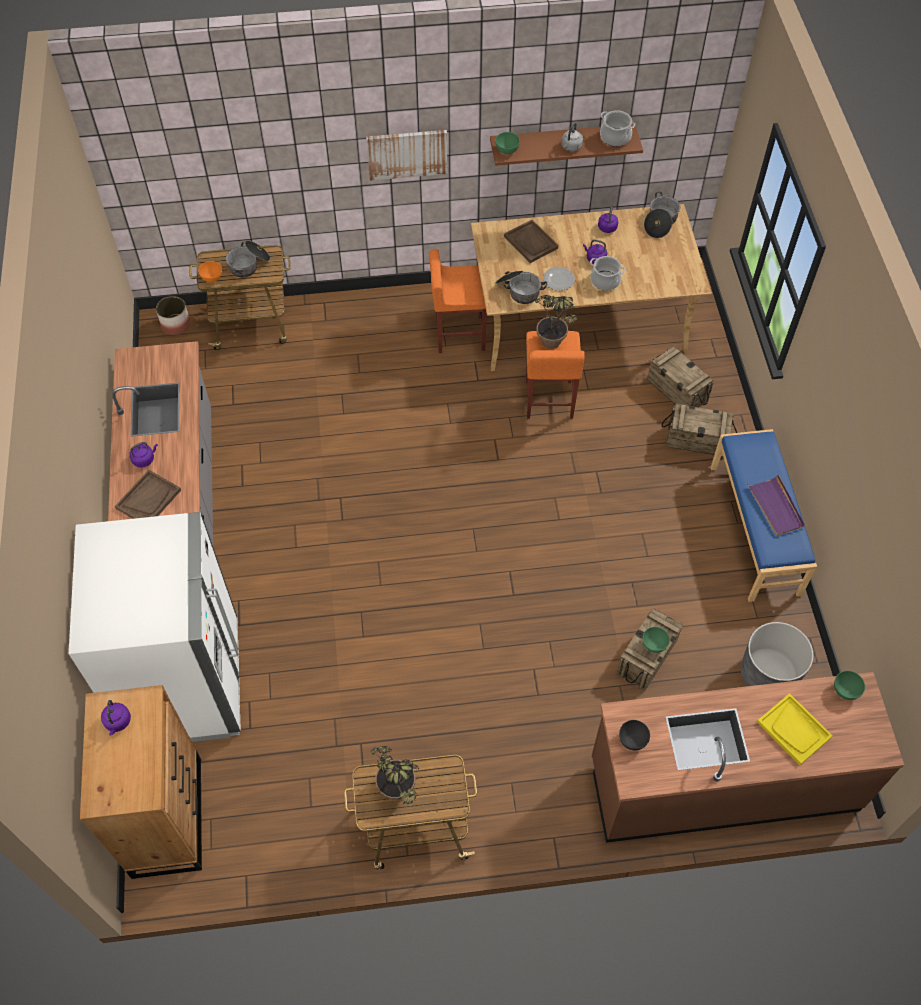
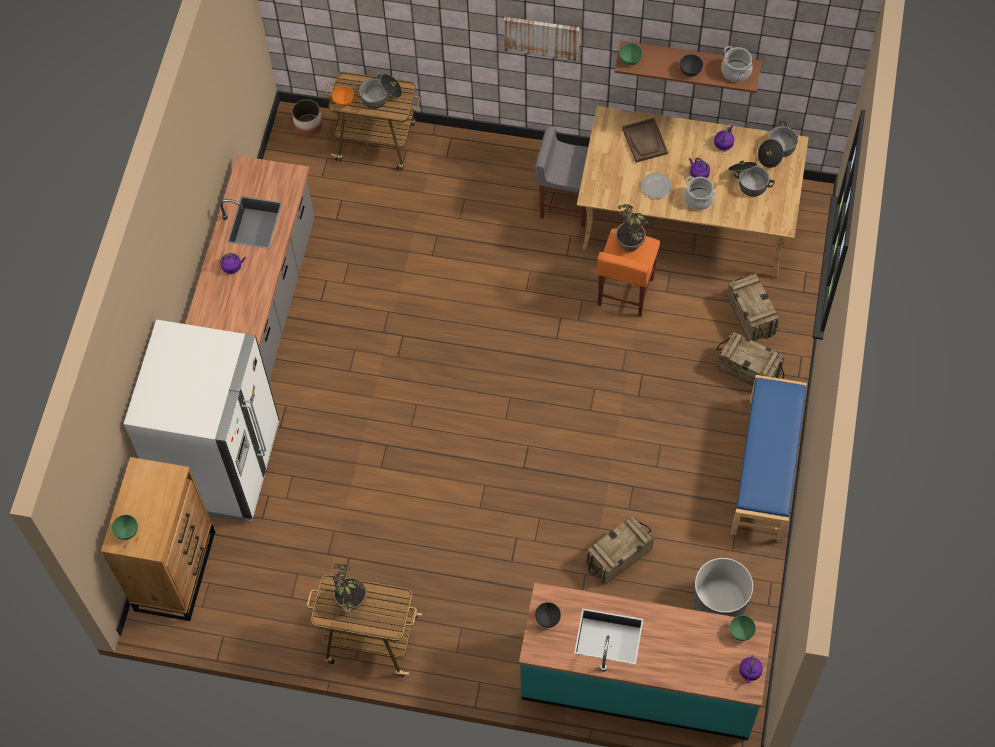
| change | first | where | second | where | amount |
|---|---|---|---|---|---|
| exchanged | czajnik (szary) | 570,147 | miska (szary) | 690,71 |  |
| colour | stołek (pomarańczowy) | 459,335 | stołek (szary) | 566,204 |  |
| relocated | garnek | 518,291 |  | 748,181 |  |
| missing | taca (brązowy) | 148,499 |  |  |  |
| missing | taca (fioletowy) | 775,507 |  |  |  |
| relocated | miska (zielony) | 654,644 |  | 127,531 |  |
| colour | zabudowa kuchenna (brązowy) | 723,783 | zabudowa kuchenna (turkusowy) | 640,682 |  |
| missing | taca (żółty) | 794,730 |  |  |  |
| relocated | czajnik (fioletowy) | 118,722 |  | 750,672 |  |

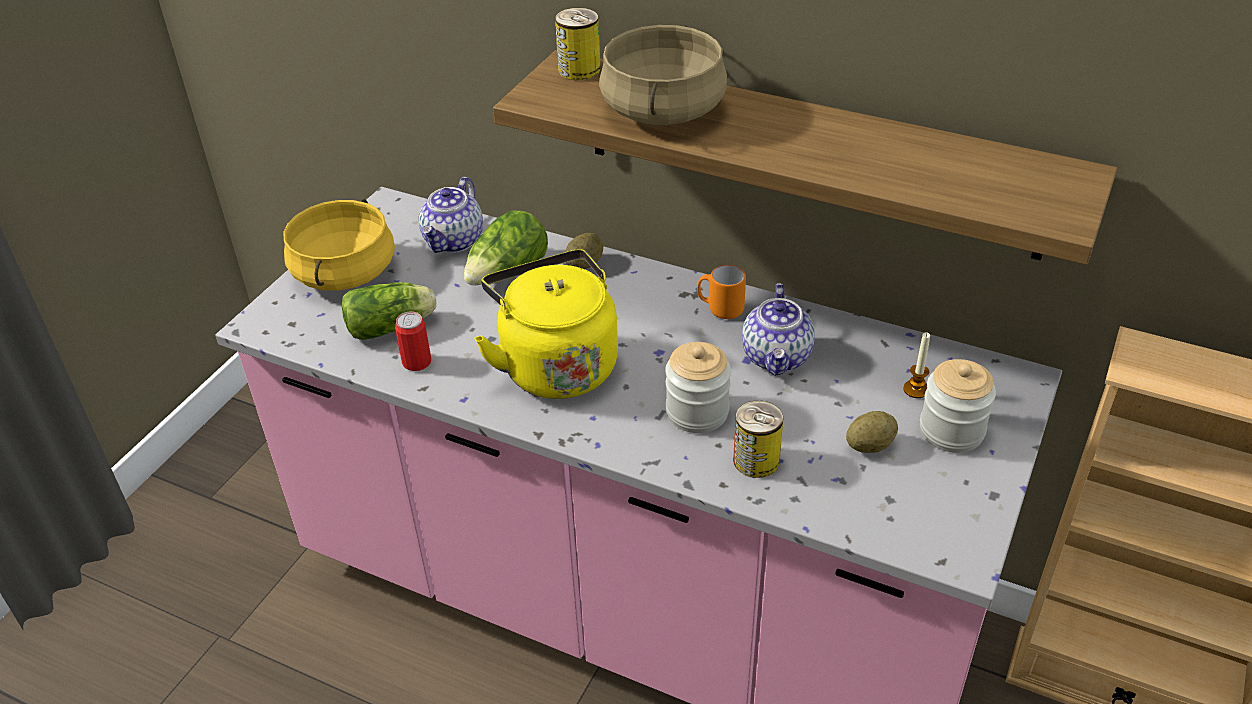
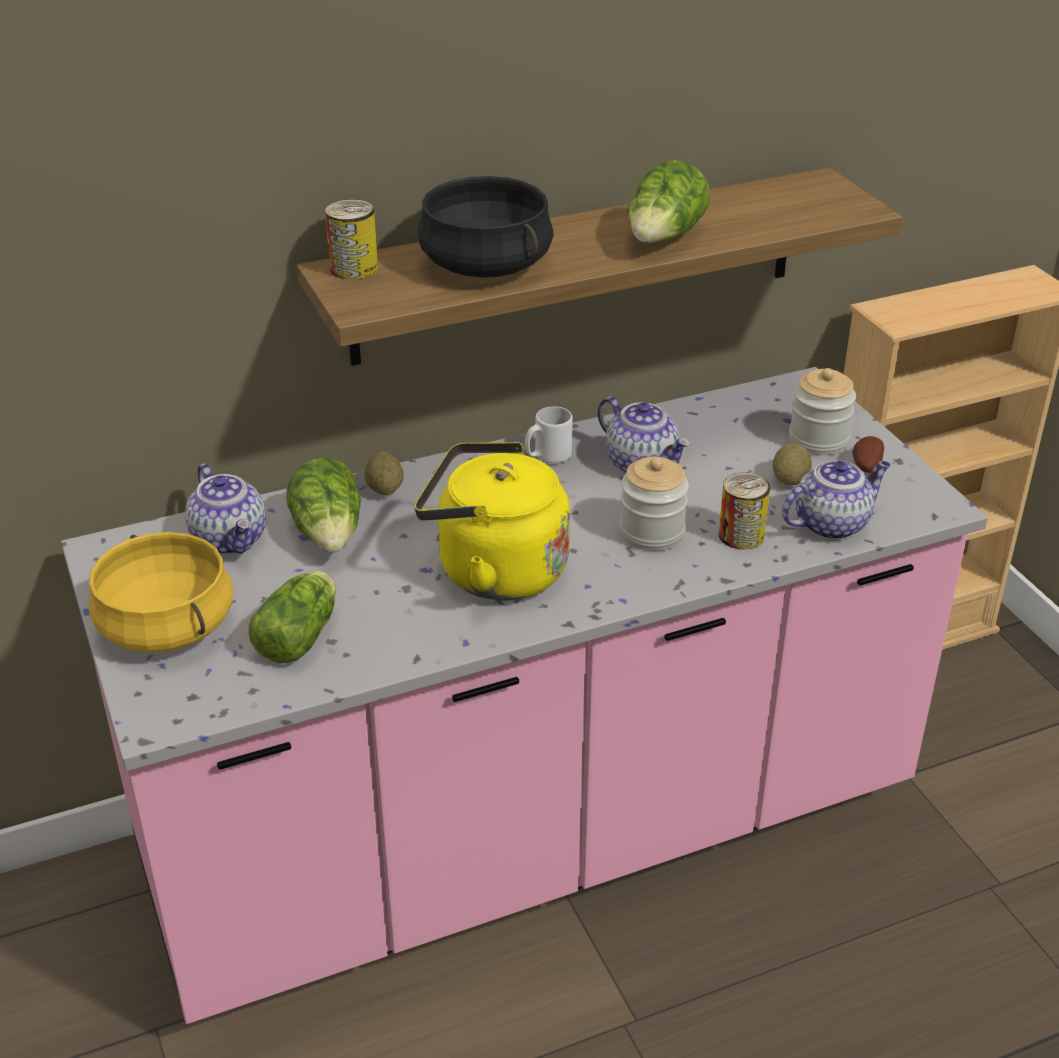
| change | first | where | second | where | amount |
|---|---|---|---|---|---|
| colour | garnek (beżowy) | 664,111 | garnek (czarny) | 487,265 |  |
| colour | kubek (pomarańczowy) | 720,309 | kubek (biały) | 547,457 |  |
| missing | puszka | 417,362 |  |  |  |
| missing | świeca | 916,389 |  |  |  |
| appeared |  |  | sałata | 664,238 |  |
| appeared |  |  | ziemniak | 865,466 |  |
| appeared |  |  | imbryk | 832,523 |  |

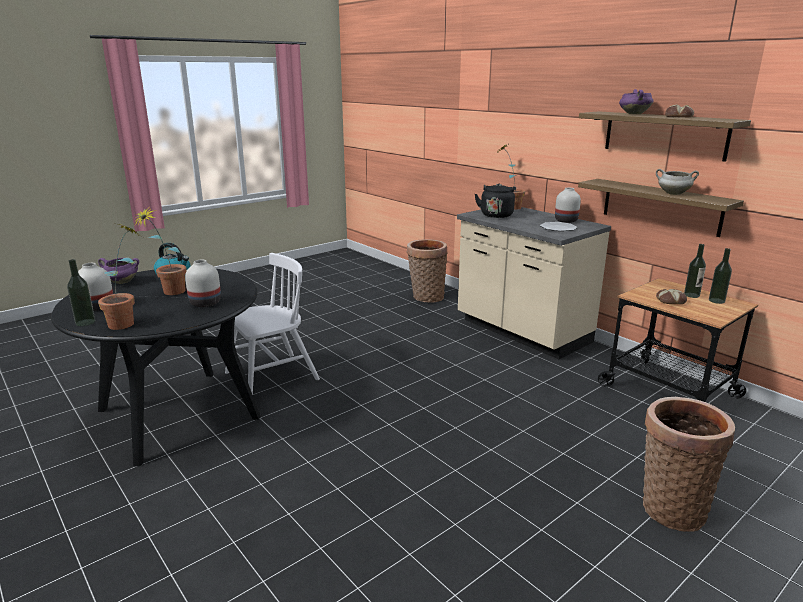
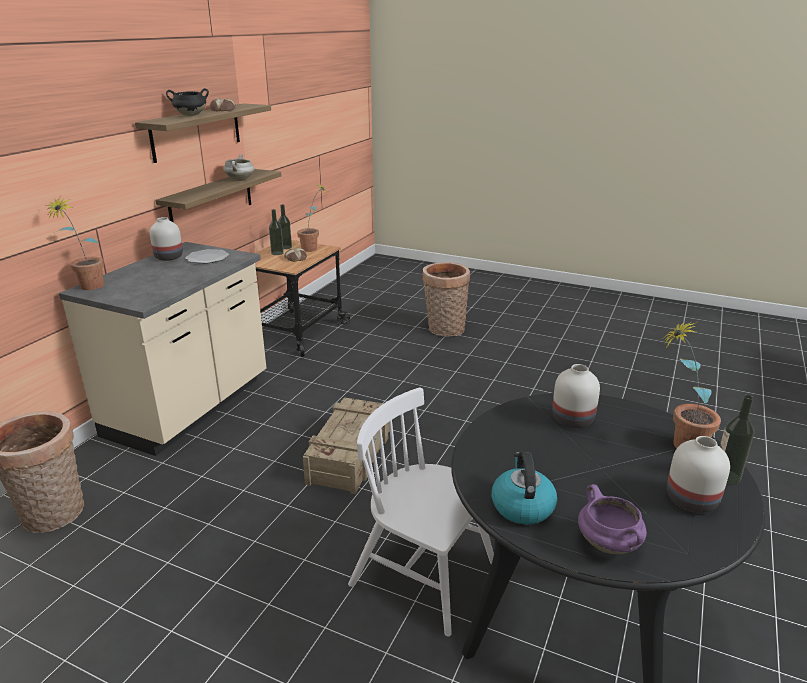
| change | first | where | second | where | amount |
|---|---|---|---|---|---|
| colour | garnek (fioletowy) | 633,114 | garnek (czarny) | 190,115 |  |
| missing | czajnik (czarny) | 496,215 |  |  |  |
| relocated | roślina doniczkowa | 169,293 |  | 314,249 |  |
| appeared |  |  | skrzynka | 351,455 |  |

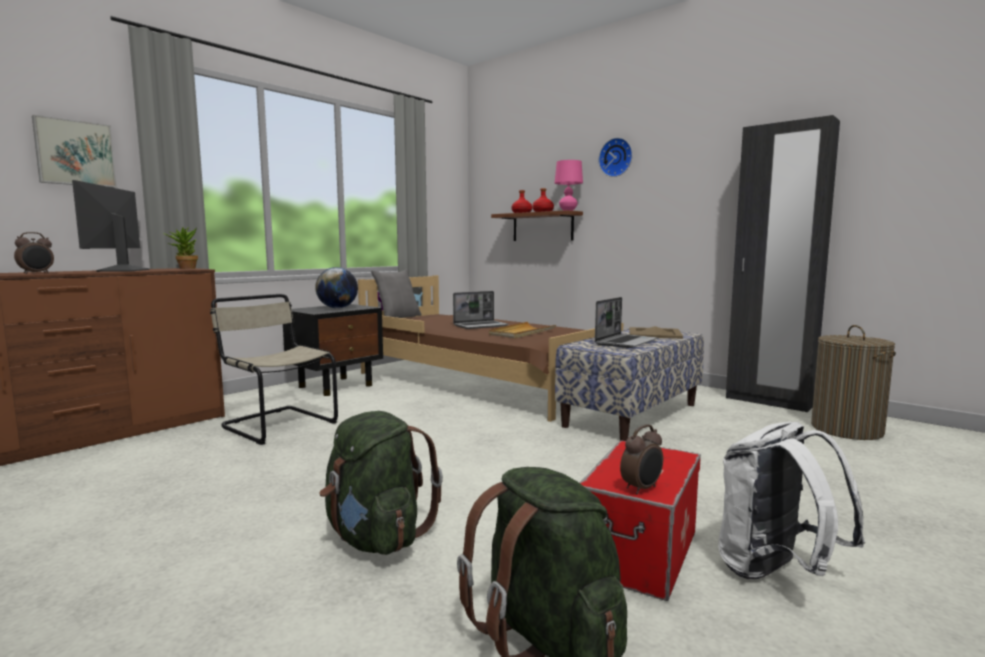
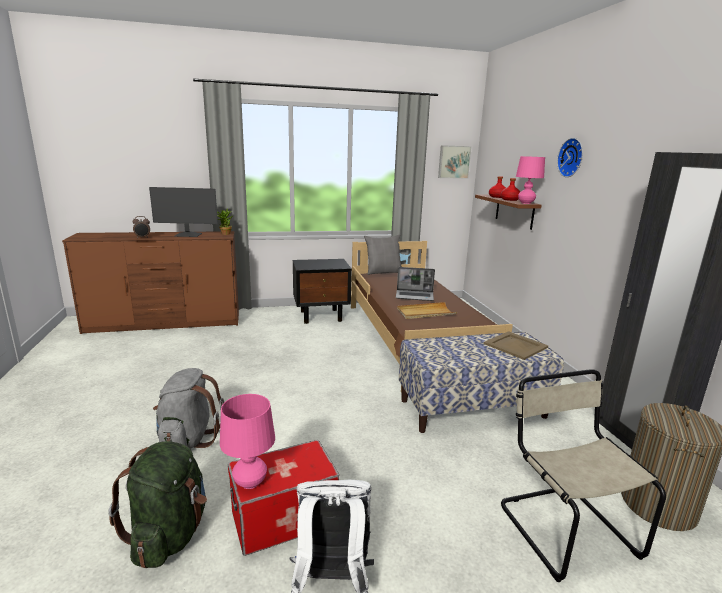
| change | first | where | second | where | amount |
|---|---|---|---|---|---|
| relocated | obraz | 75,153 |  | 453,162 |  |
| spun | monitor | 122,270 |  | 188,235 | 120 degrees counterclockwise |
| missing | globus | 337,308 |  |  |  |
| relocated | krzesło (beżowy) | 277,424 |  | 563,527 |  |
| missing | laptop | 625,342 |  |  |  |
| colour | plecak (zielony) | 376,537 | plecak (szary) | 188,439 |  |
| exchanged | budzik | 642,488 | lampa stołowa (różowy) | 250,482 |  |

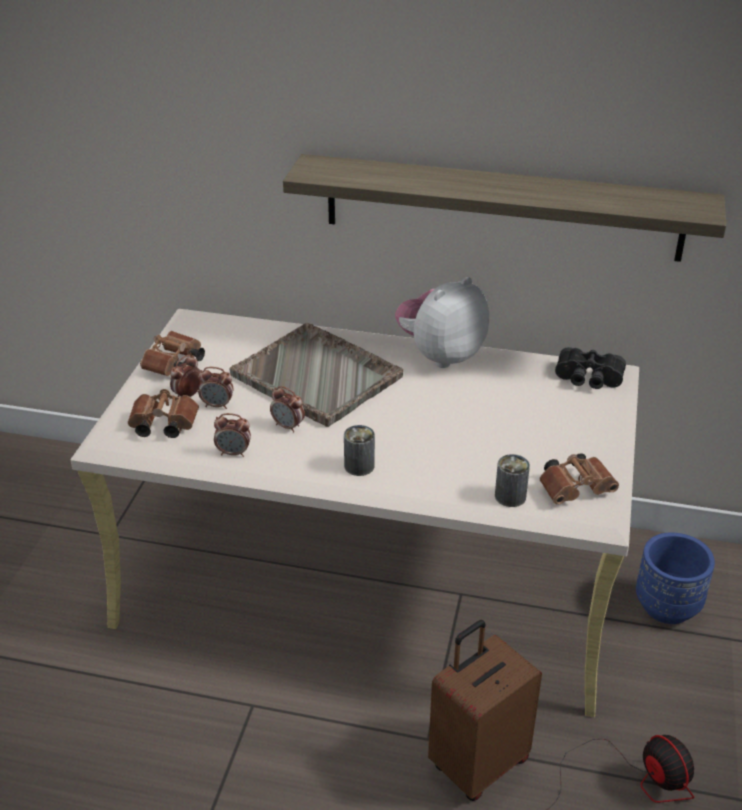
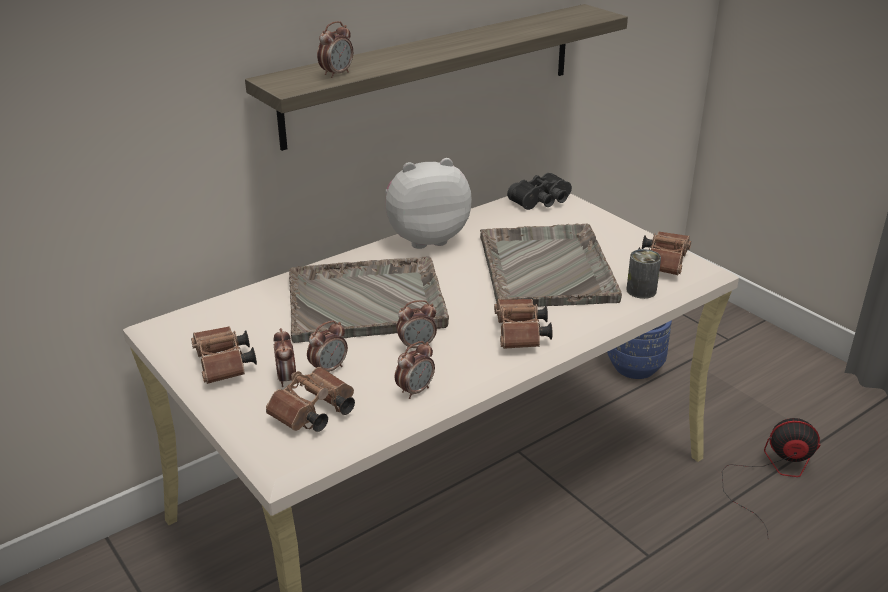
| change | first | where | second | where | amount |
|---|---|---|---|---|---|
| spun | pluszak | 441,355 |  | 425,238 | 75 degrees clockwise |
| exchanged | puszka | 359,466 | lornetka (brązowy) | 520,336 |  |
| missing | walizka (brązowy) | 477,763 |  |  |  |
| appeared |  |  | budzik | 336,74 |  |
| appeared |  |  | taca (szary) | 546,267 |  |

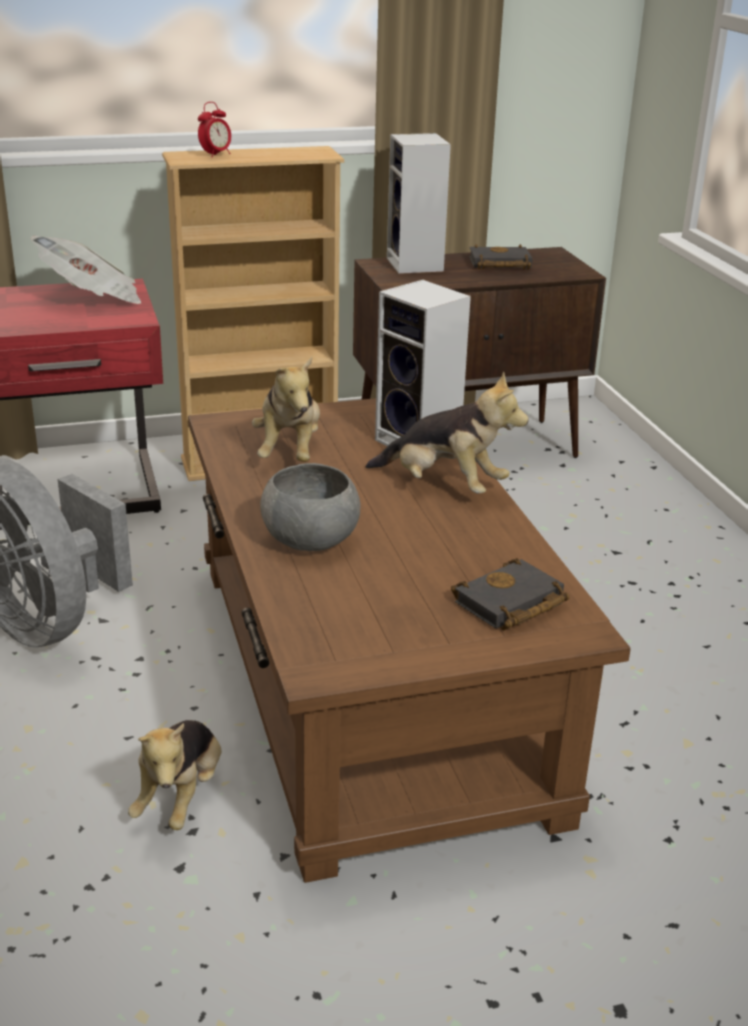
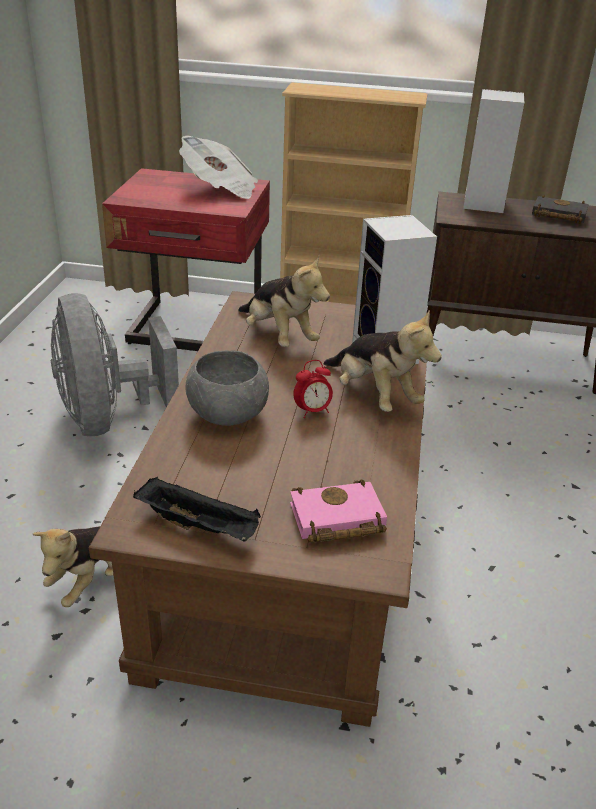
| change | first | where | second | where | amount |
|---|---|---|---|---|---|
| relocated | budzik | 215,155 |  | 312,411 |  |
| spun | pluszak | 290,451 |  | 278,336 | 60 degrees counterclockwise |
| colour | książka (czarny) | 510,604 | książka (różowy) | 335,520 |  |
| appeared |  |  | taca (czarny) | 200,526 |  |

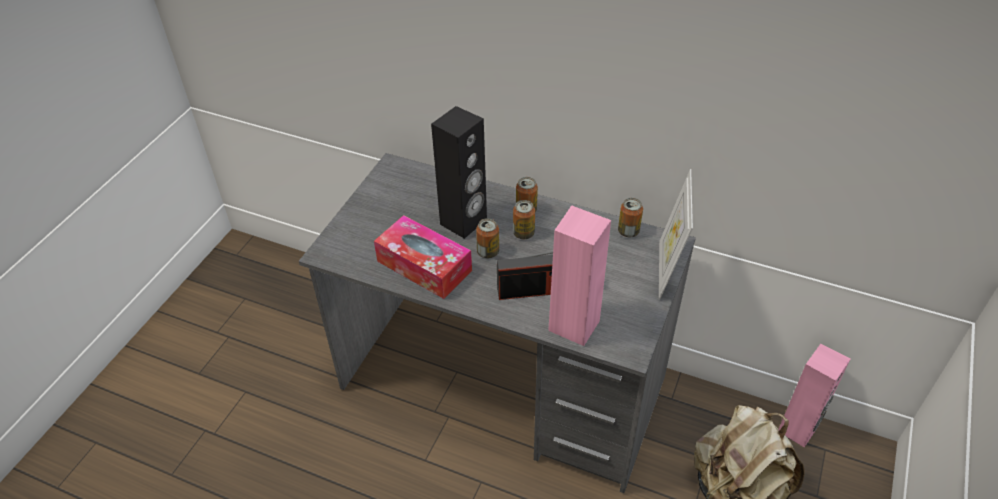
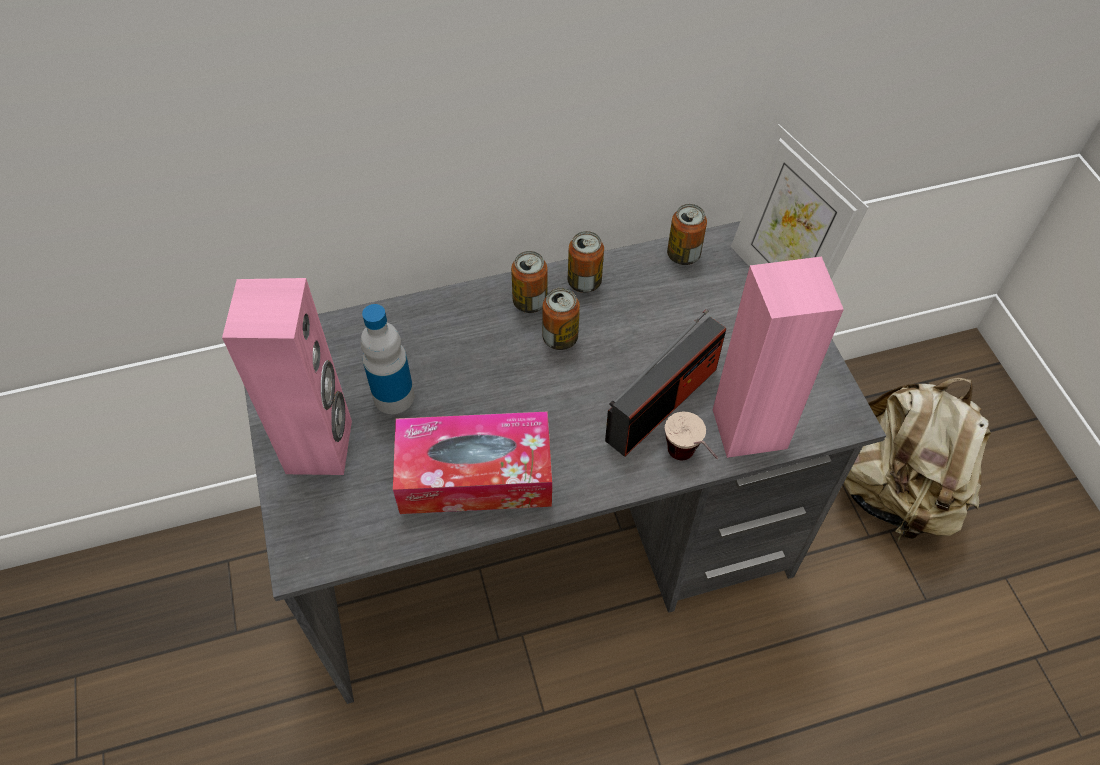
| change | first | where | second | where | amount |
|---|---|---|---|---|---|
| missing | głośnik (czarny) | 464,222 |  |  |  |
| relocated | puszka | 488,252 |  | 584,282 |  |
| relocated | głośnik (różowy) | 798,429 |  | 320,447 |  |
| appeared |  |  | butelka | 394,396 |  |
| appeared |  |  | filiżanka | 689,462 |  |

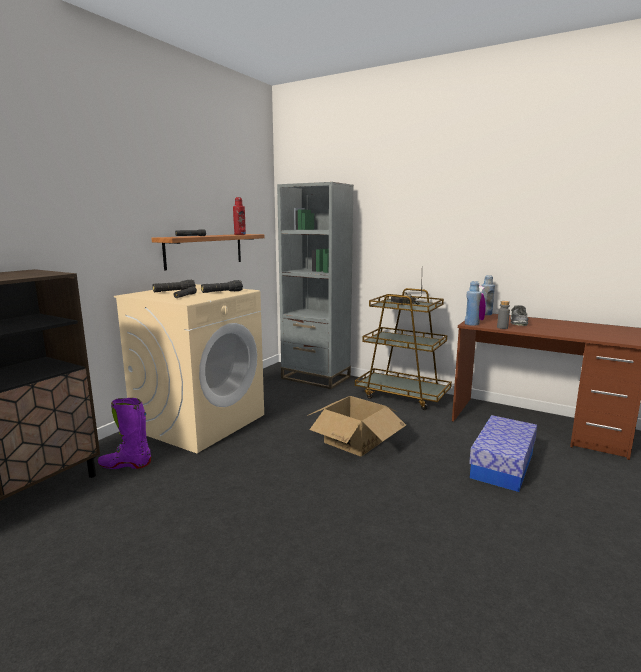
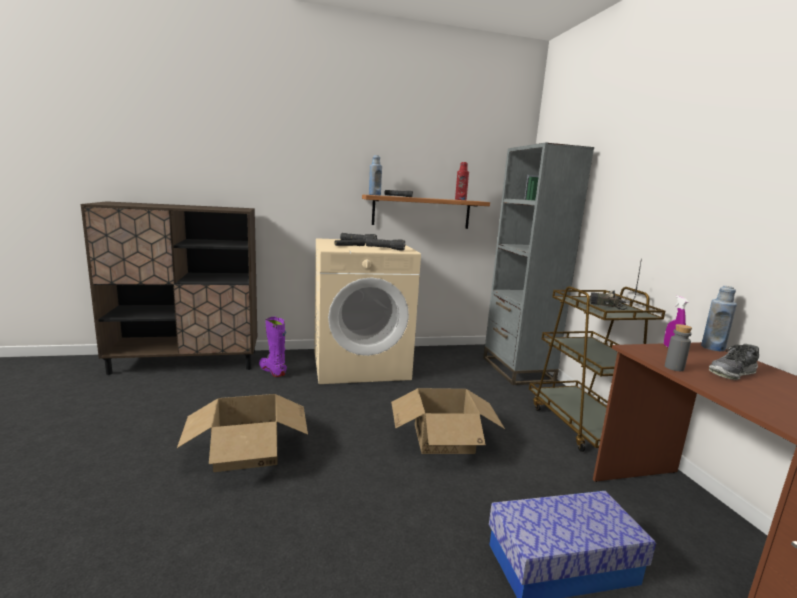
| change | first | where | second | where | amount |
|---|---|---|---|---|---|
| relocated | butelka (niebieski) | 471,324 |  | 374,195 |  |
| appeared |  |  | karton | 247,450 |  |

